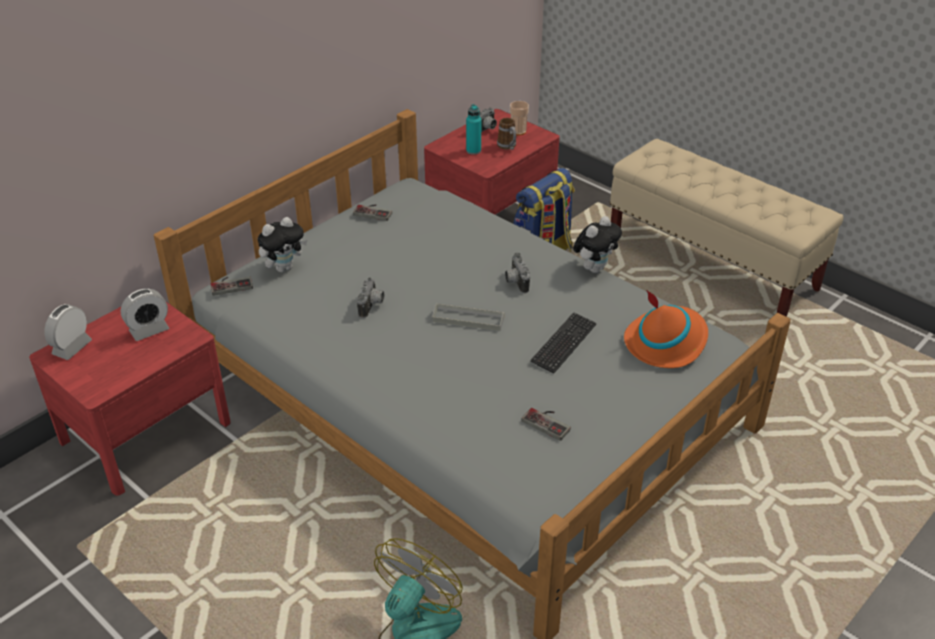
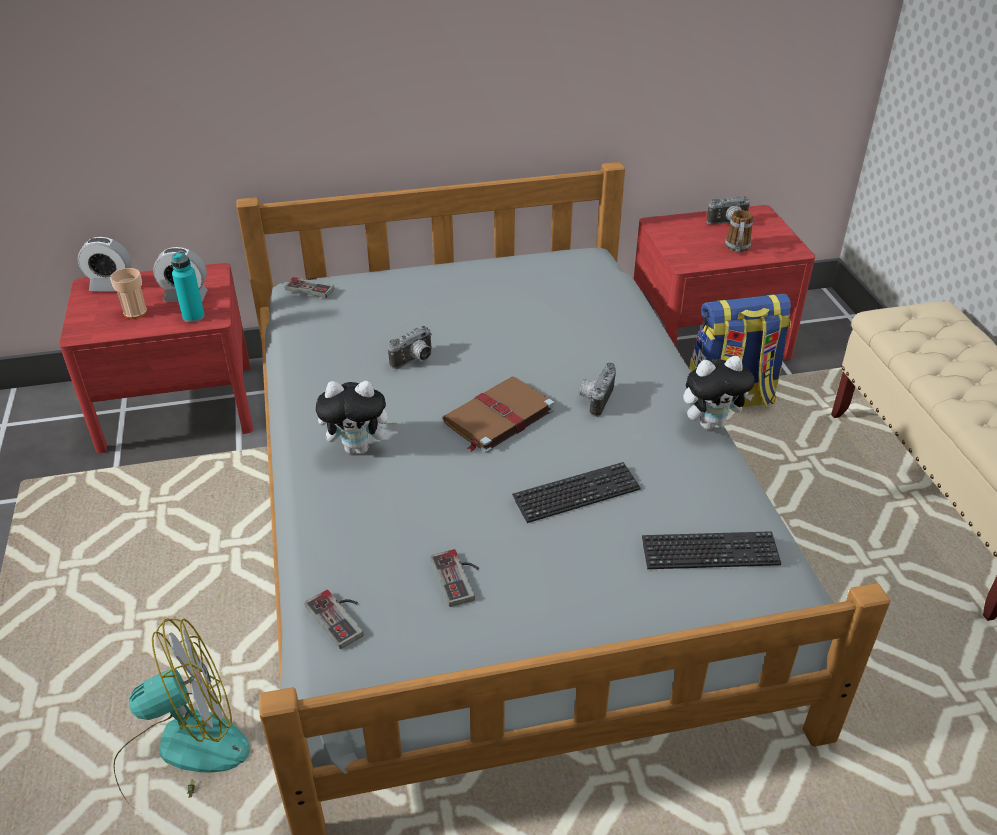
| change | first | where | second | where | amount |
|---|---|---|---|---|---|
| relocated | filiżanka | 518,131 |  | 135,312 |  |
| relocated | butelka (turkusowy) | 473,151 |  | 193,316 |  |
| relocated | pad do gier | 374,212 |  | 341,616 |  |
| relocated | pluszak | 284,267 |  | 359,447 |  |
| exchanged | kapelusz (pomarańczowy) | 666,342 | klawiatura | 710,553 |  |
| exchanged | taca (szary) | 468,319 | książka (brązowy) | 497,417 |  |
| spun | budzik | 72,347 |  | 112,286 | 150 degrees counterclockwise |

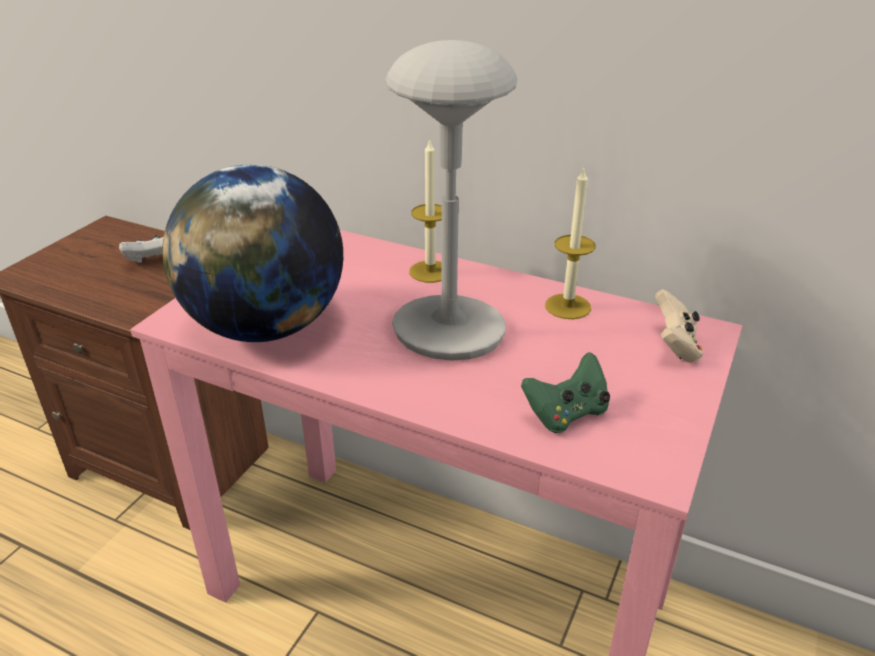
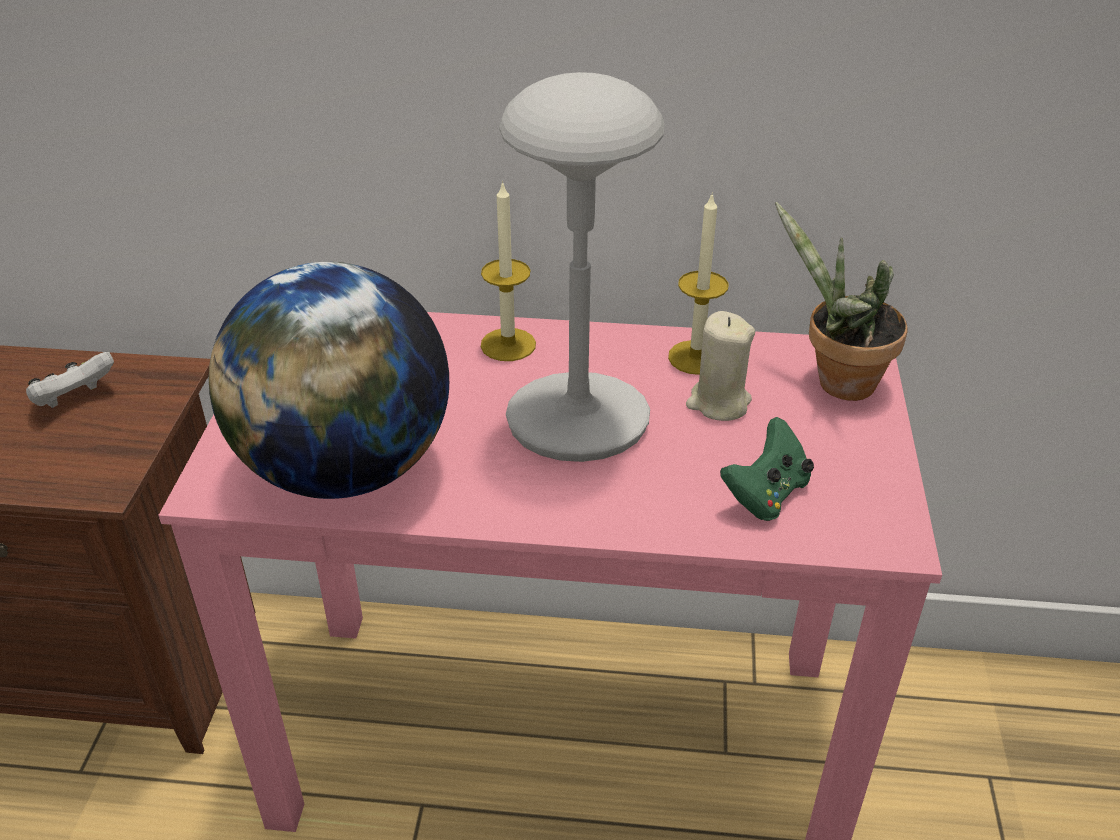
| change | first | where | second | where | amount |
|---|---|---|---|---|---|
| exchanged | pad do gier (beżowy) | 675,346 | roślina doniczkowa | 837,383 |  |
| appeared |  |  | świeca (beżowy) | 718,403 |  |

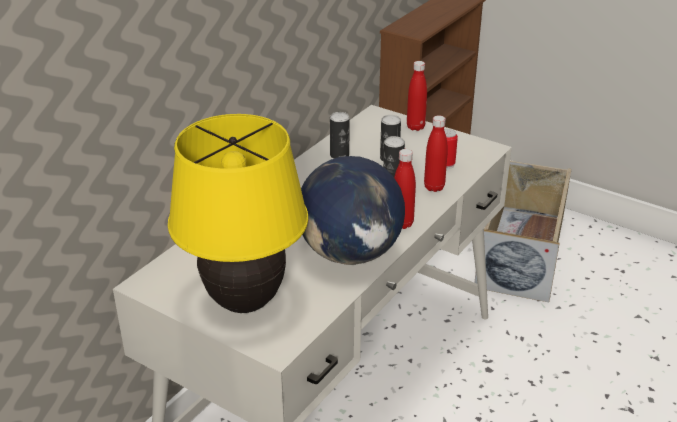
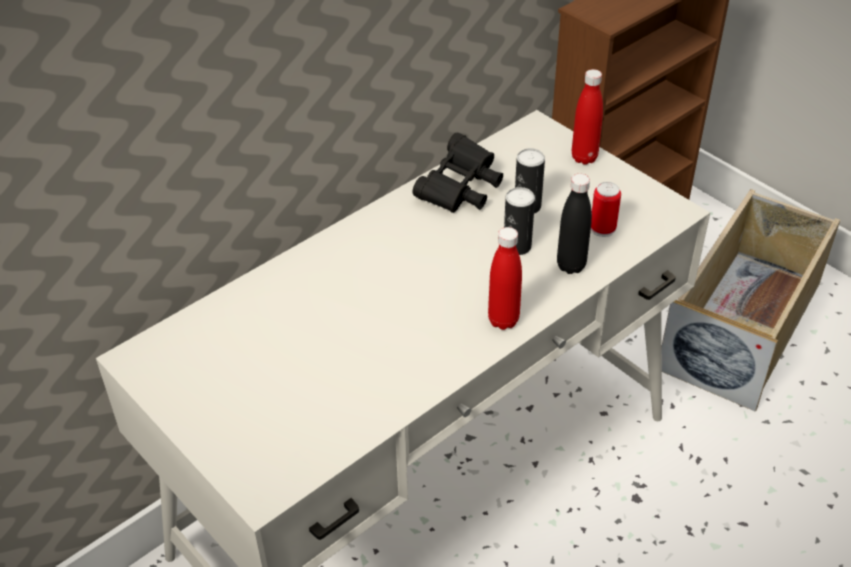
| change | first | where | second | where | amount |
|---|---|---|---|---|---|
| exchanged | puszka | 339,155 | lornetka (czarny) | 460,190 |  |
| missing | lampa stołowa (żółty) | 245,302 |  |  |  |
| colour | butelka (czerwony) | 434,187 | butelka (czarny) | 571,266 |  |
| missing | globus | 350,254 |  |  |  |

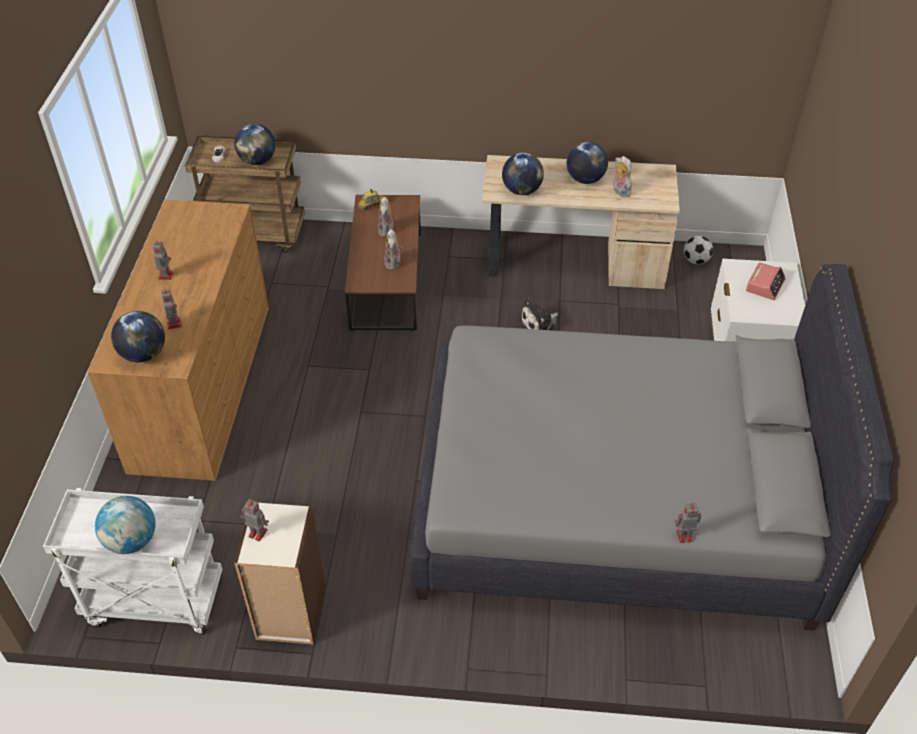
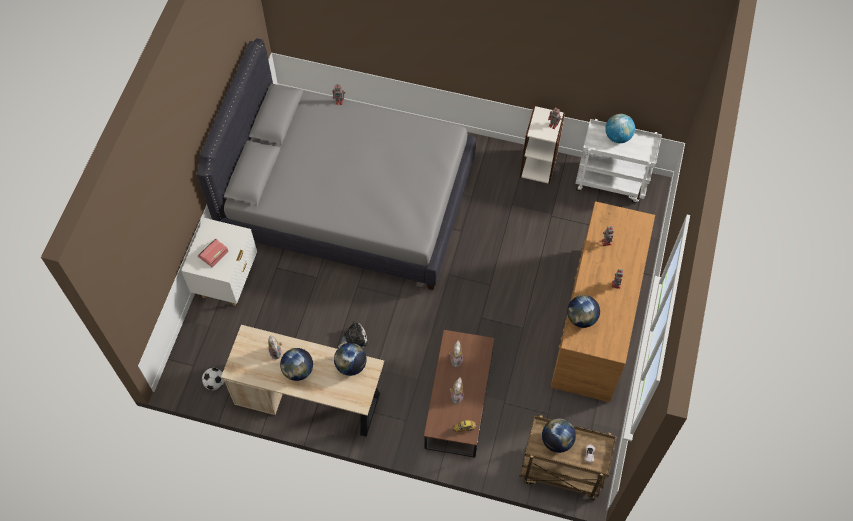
| change | first | where | second | where | amount |
|---|---|---|---|---|---|
| relocated | globus | 143,354 |  | 581,318 |  |

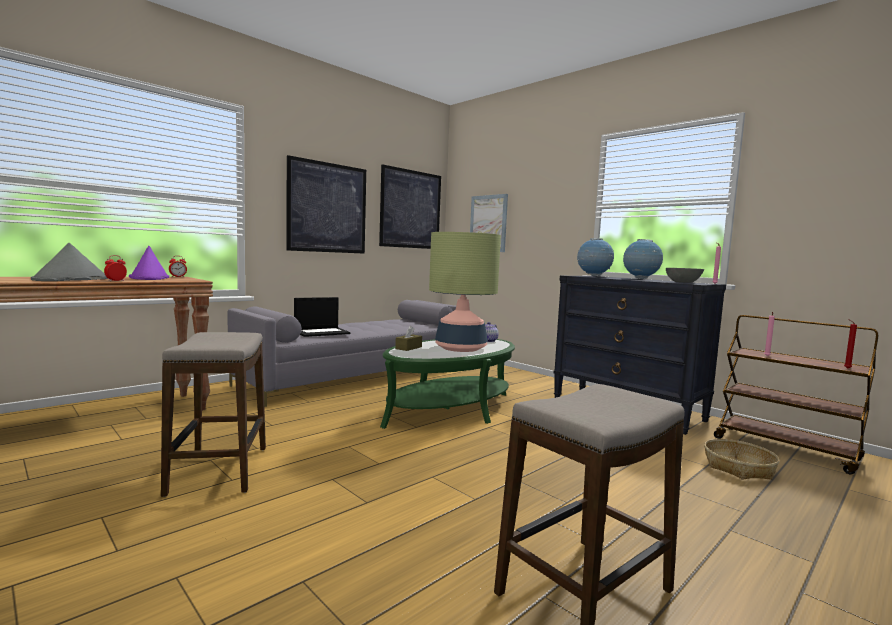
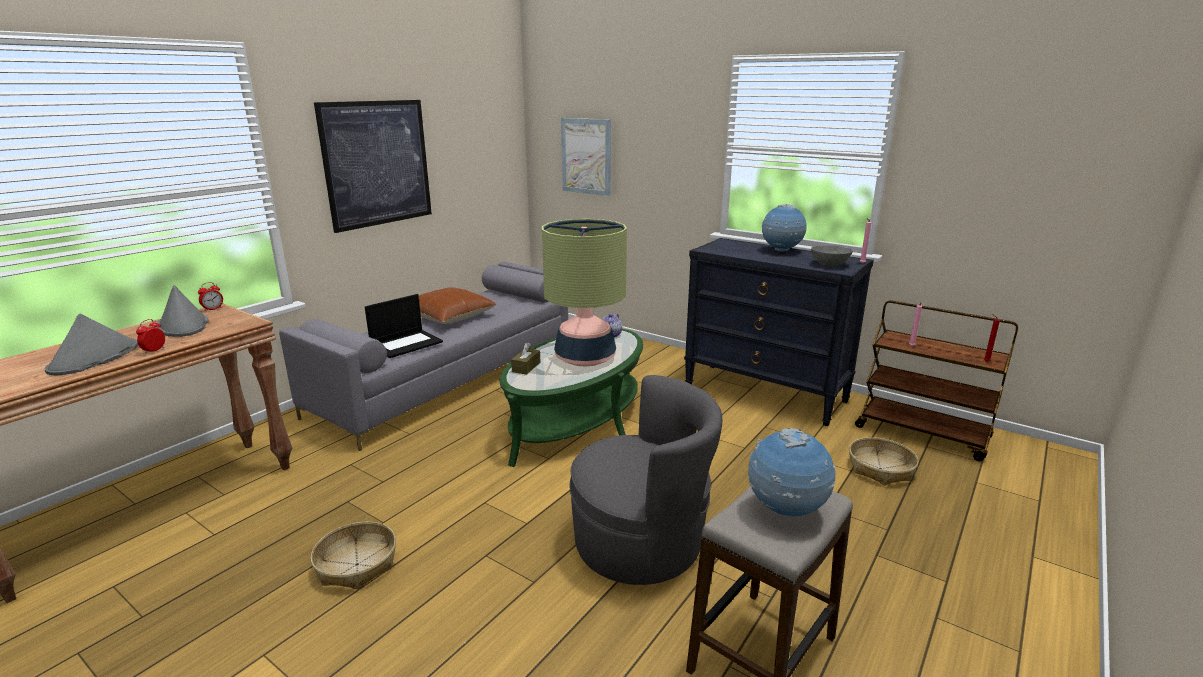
| change | first | where | second | where | amount |
|---|---|---|---|---|---|
| missing | obraz | 410,209 |  |  |  |
| relocated | globus | 593,276 |  | 786,511 |  |
| colour | kapelusz (fioletowy) | 149,278 | kapelusz (szary) | 183,325 |  |
| exchanged | stołek | 218,470 | koszyk | 356,564 |  |
| appeared |  |  | poduszka (brązowy) | 448,317 |  |
| appeared |  |  | fotel (szary) | 641,542 |  |

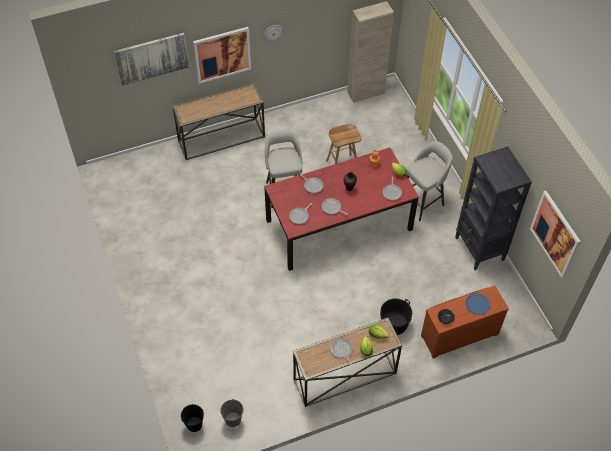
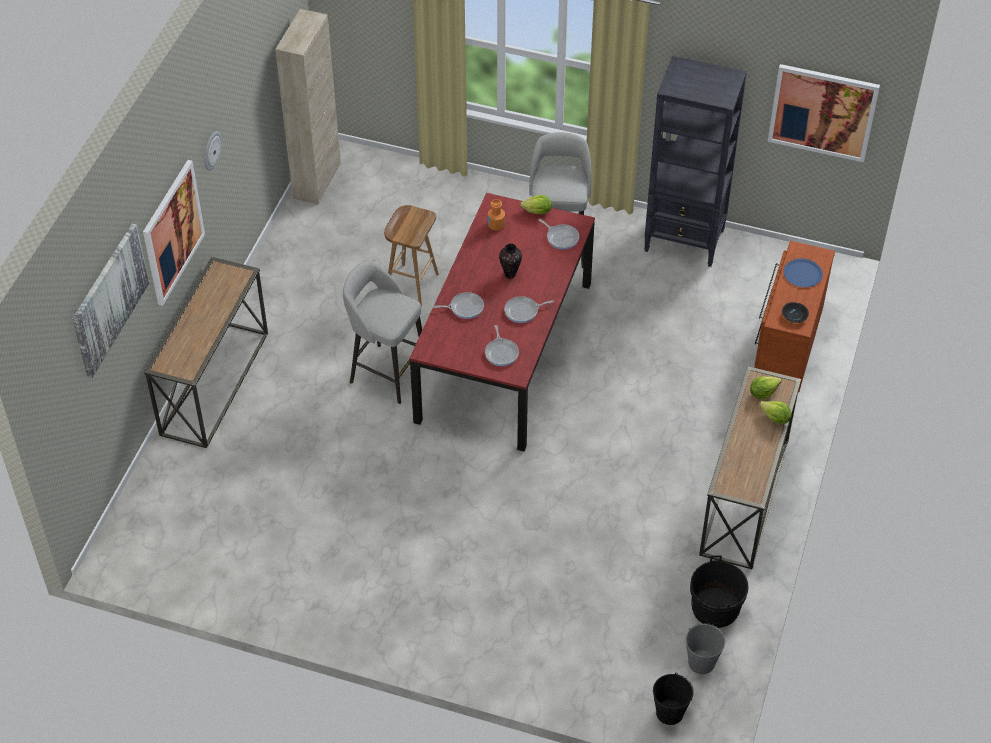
| change | first | where | second | where | amount |
|---|---|---|---|---|---|
| relocated | wiadro (czarny) | 394,324 |  | 715,608 |  |
| missing | patelnia | 342,350 |  |  |  |

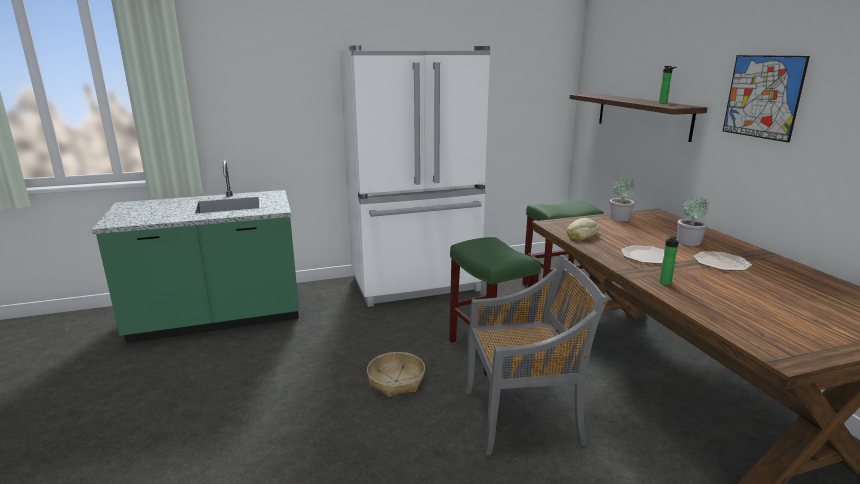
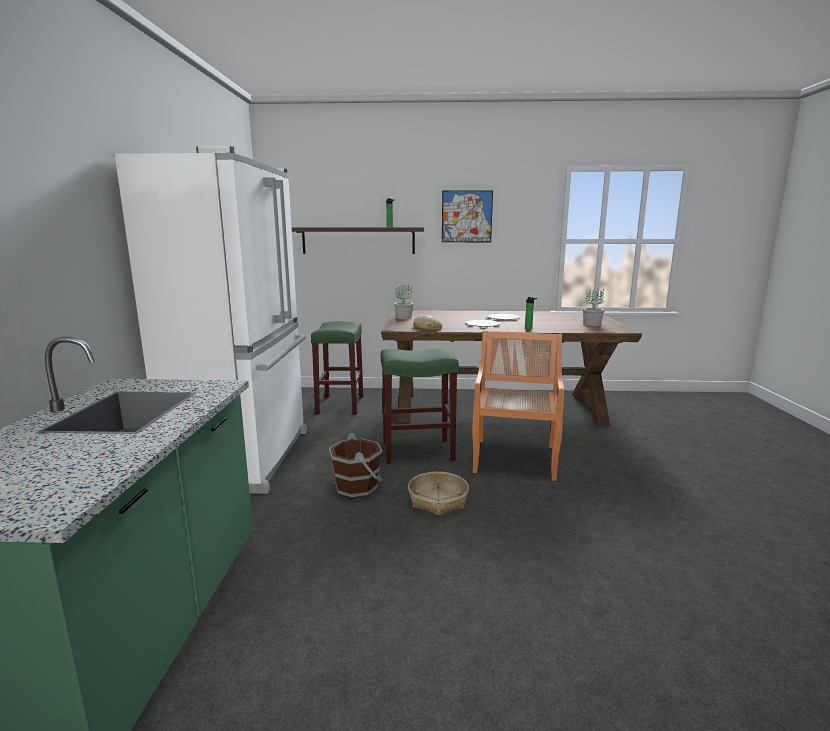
| change | first | where | second | where | amount |
|---|---|---|---|---|---|
| relocated | roślina doniczkowa | 689,242 |  | 592,324 |  |
| colour | krzesło (szary) | 523,416 | krzesło (pomarańczowy) | 514,458 |  |
| appeared |  |  | wiadro (brązowy) | 357,486 |  |

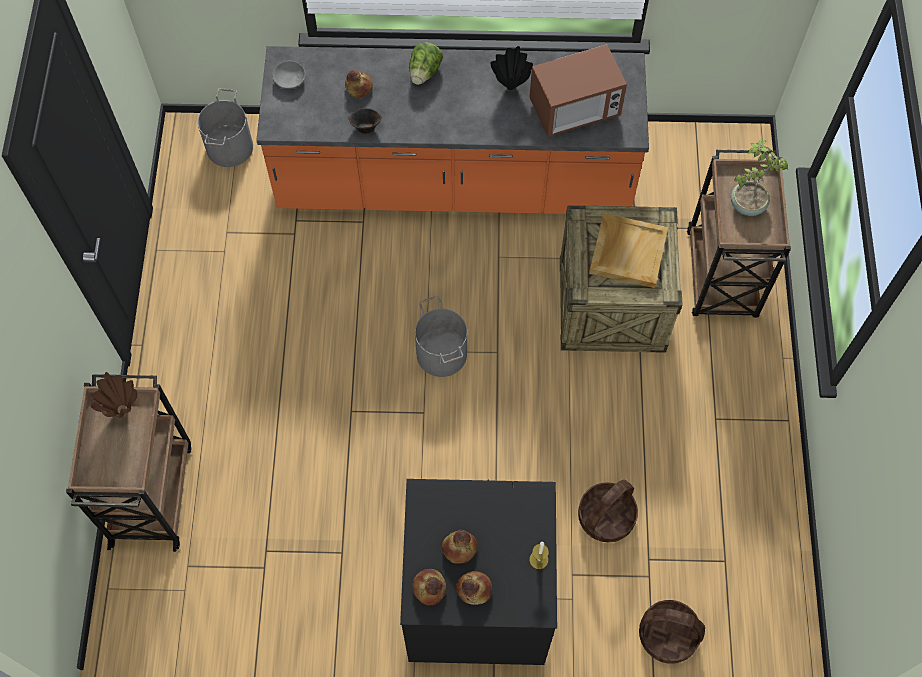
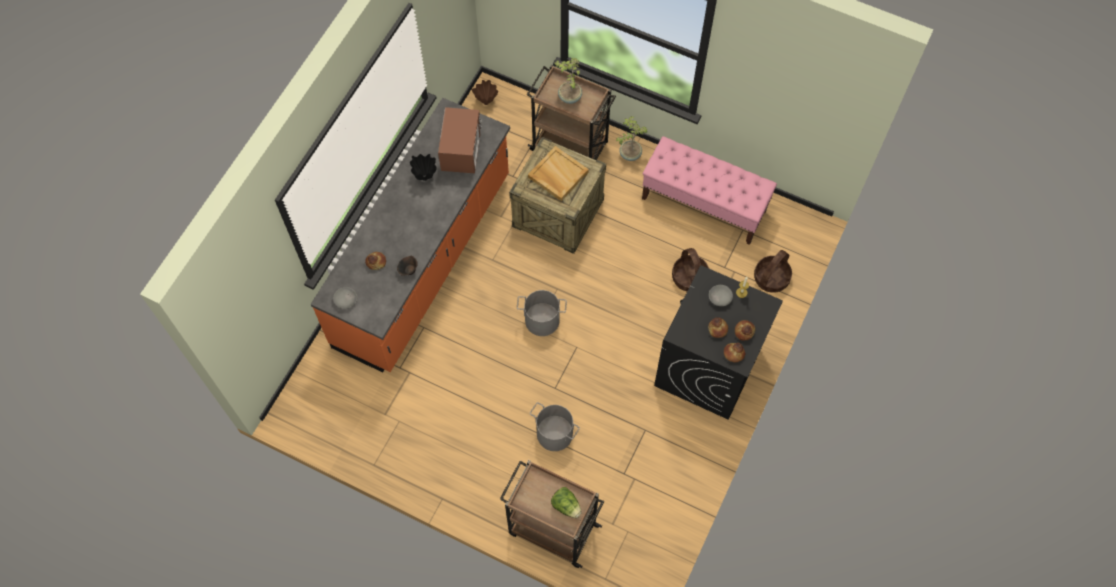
| change | first | where | second | where | amount |
|---|---|---|---|---|---|
| relocated | sałata | 424,72 |  | 566,506 |  |
| relocated | wiadro (szary) | 230,147 |  | 555,433 |  |
| relocated | wazon (brązowy) | 122,410 |  | 486,102 |  |
| appeared |  |  | roślina doniczkowa | 629,154 |  |
| appeared |  |  | ławka (różowy) | 704,204 |  |
| appeared |  |  | miska (szary) | 719,297 |  |

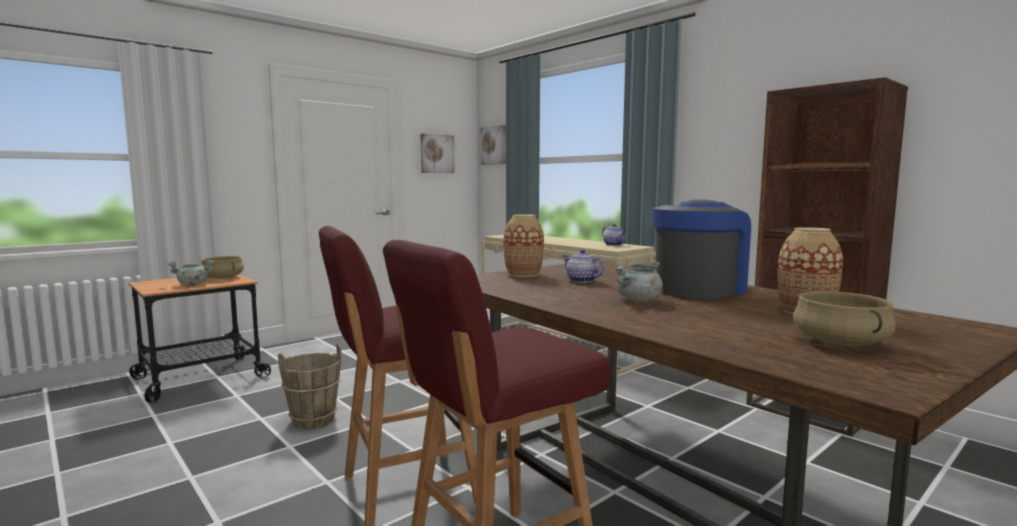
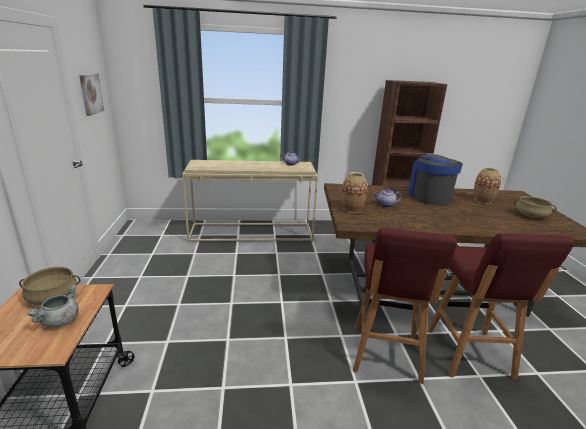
| change | first | where | second | where | amount |
|---|---|---|---|---|---|
| missing | obraz | 494,145 |  |  |  |
| missing | garnek (szary) | 639,300 |  |  |  |
| missing | wiadro (brązowy) | 313,420 |  |  |  |

